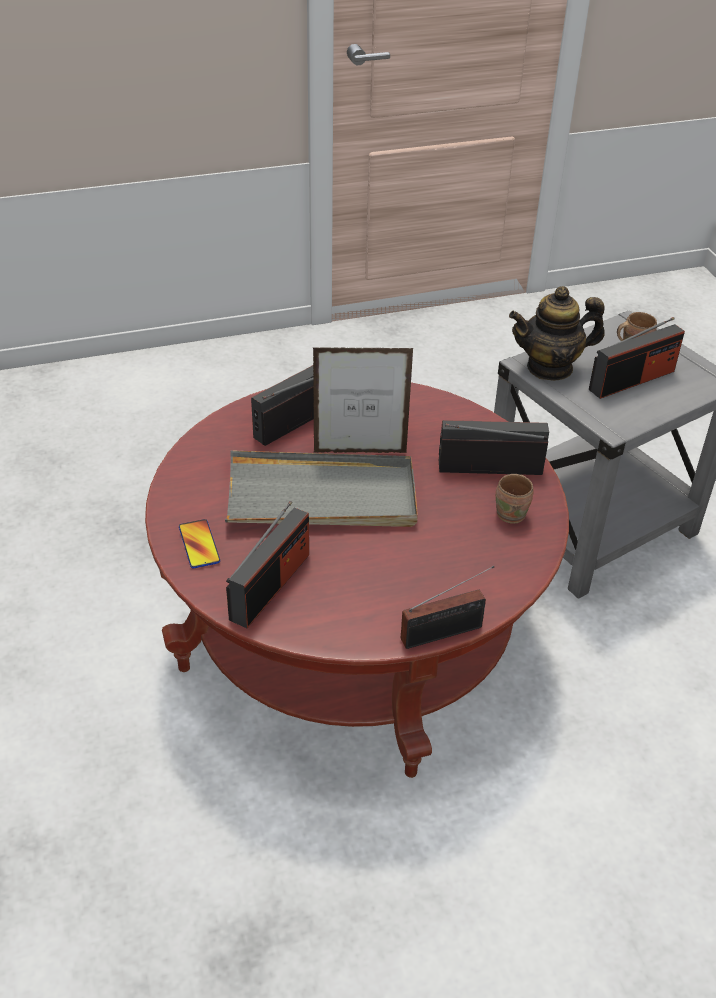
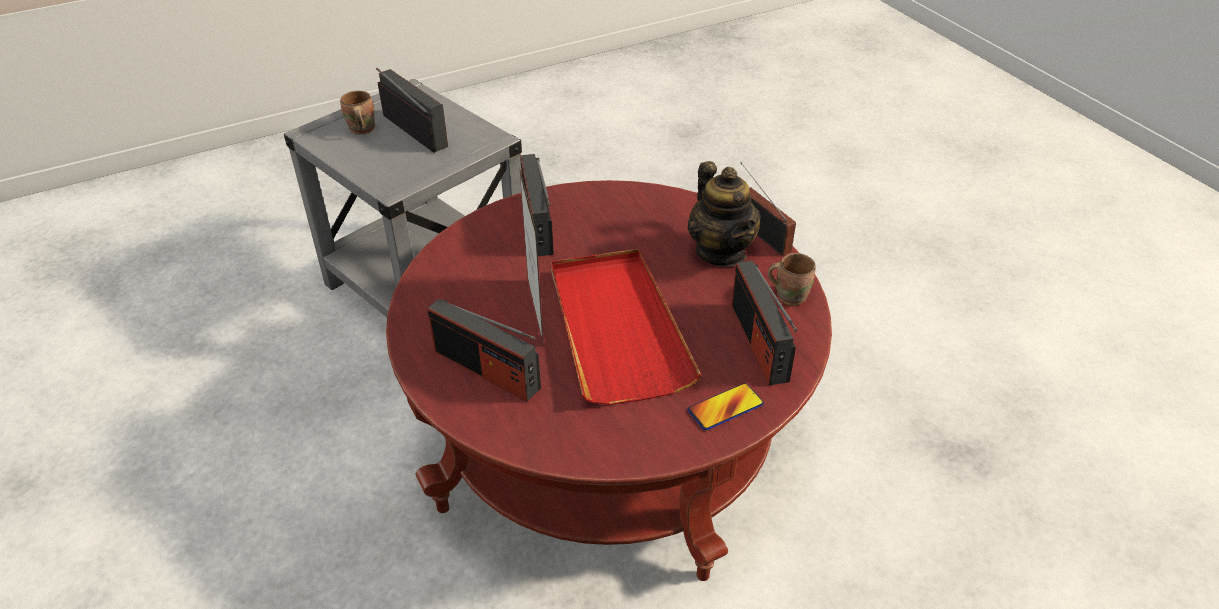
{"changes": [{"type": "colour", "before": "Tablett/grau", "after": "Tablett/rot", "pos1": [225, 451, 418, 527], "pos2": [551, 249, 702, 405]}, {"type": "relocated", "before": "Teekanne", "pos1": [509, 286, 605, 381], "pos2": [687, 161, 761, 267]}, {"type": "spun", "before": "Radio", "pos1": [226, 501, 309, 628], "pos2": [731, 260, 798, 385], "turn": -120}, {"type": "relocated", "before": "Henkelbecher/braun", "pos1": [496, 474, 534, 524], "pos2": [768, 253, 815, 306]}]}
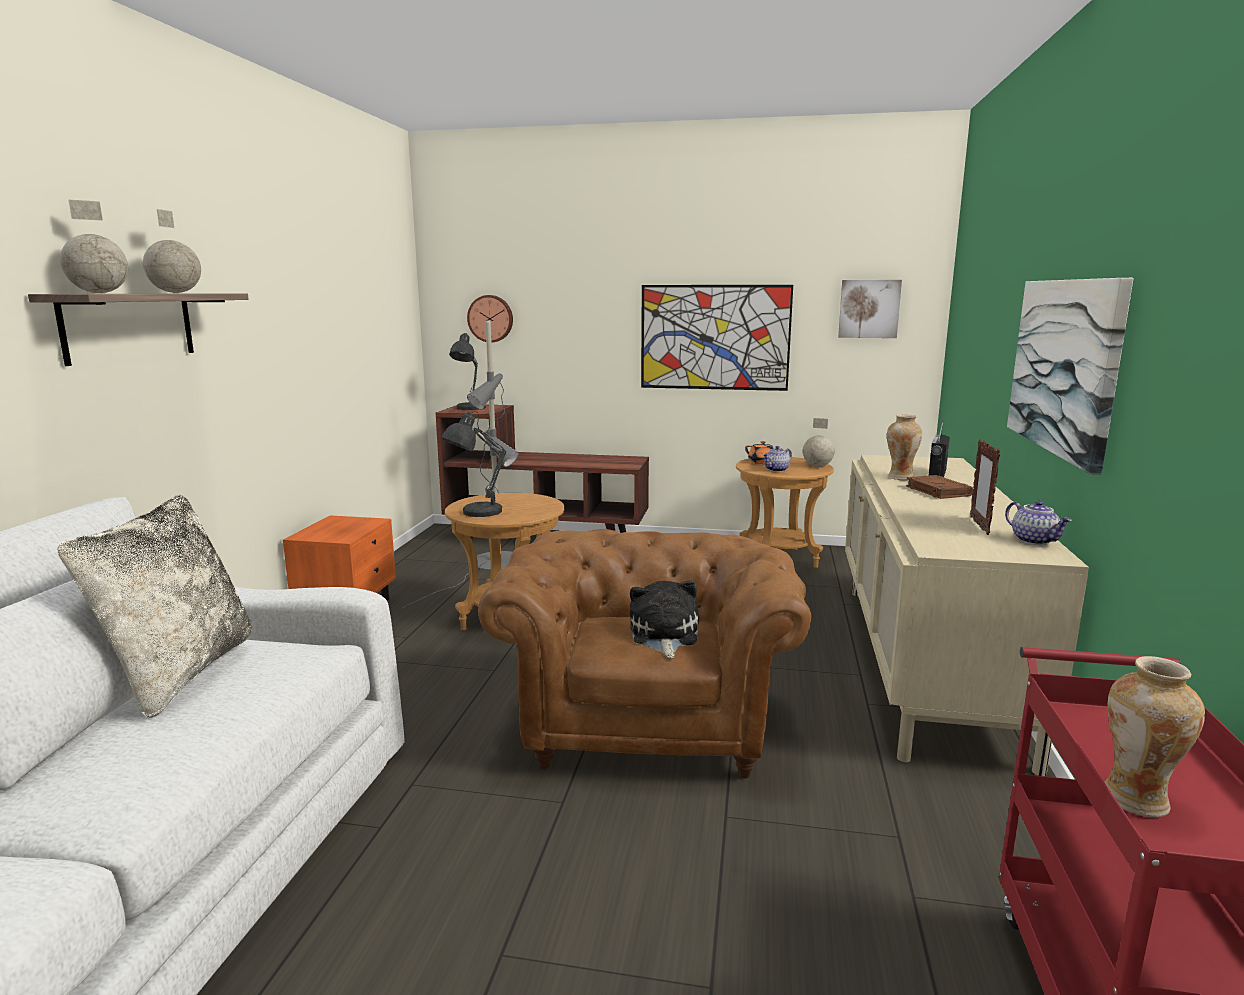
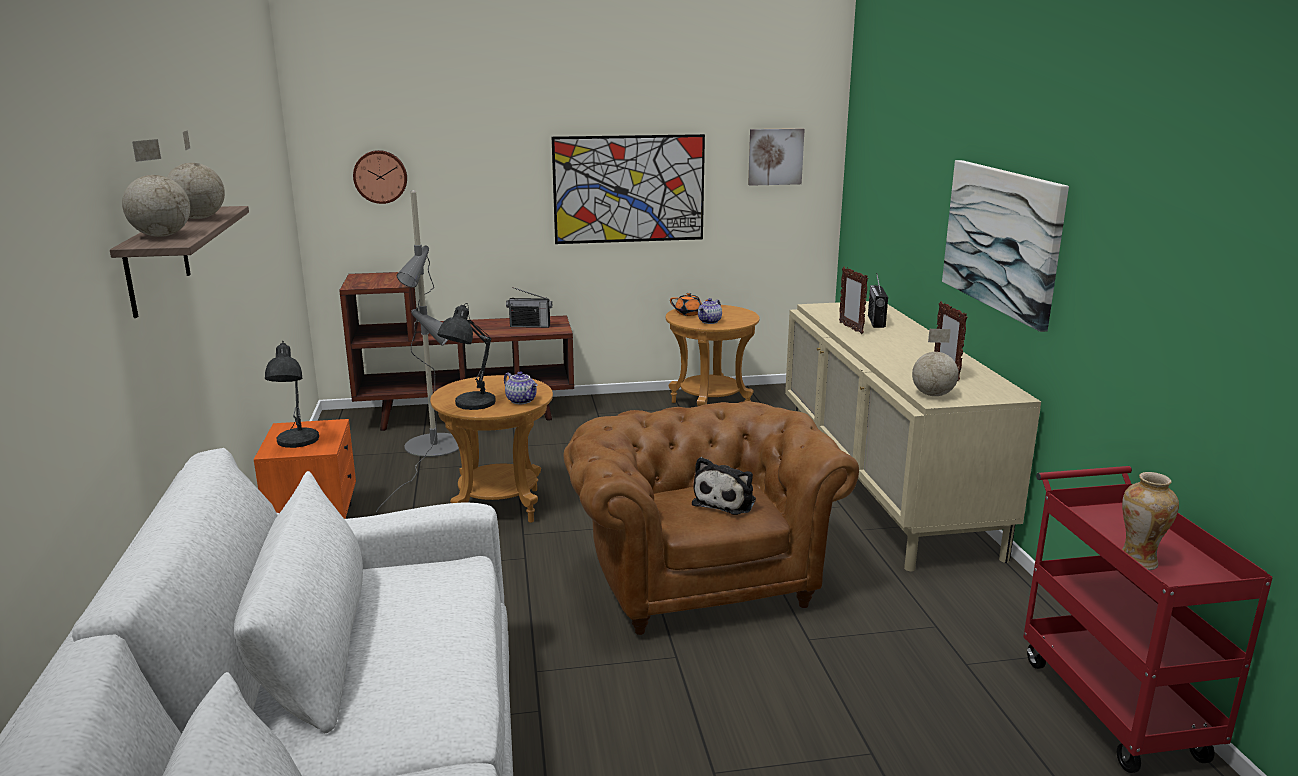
{"changes": [{"type": "relocated", "before": "Tischlampe/grau", "pos1": [449, 333, 486, 410], "pos2": [265, 341, 319, 448]}, {"type": "relocated", "before": "Teekanne", "pos1": [1005, 500, 1072, 545], "pos2": [504, 372, 538, 404]}, {"type": "appeared", "after": "Radio", "pos2": [506, 287, 552, 328]}, {"type": "spun", "before": "Plüschtier", "pos1": [630, 580, 699, 658], "pos2": [692, 457, 756, 515], "turn": -135}, {"type": "exchanged", "before": "Vase", "after": "Bilderrahmen", "pos1": [887, 414, 922, 480], "pos2": [839, 267, 868, 334]}, {"type": "relocated", "before": "Globus", "pos1": [803, 418, 835, 467], "pos2": [912, 329, 959, 396]}, {"type": "missing", "before": "Kissen/beige", "pos1": [56, 495, 252, 718]}, {"type": "missing", "before": "Buch/braun", "pos1": [906, 475, 973, 499]}]}
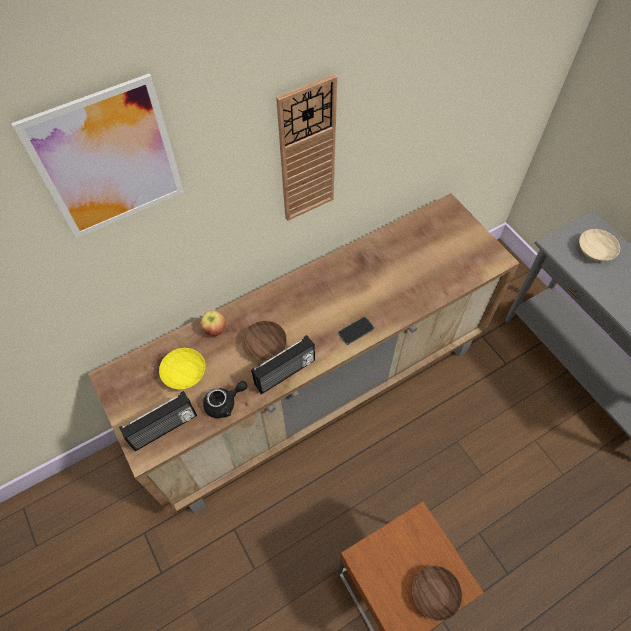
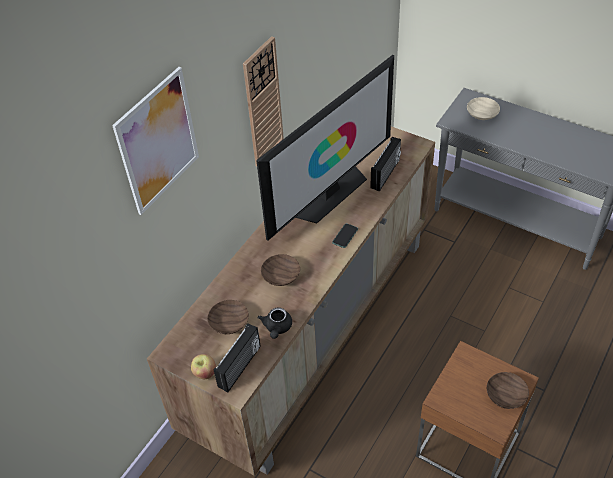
{"changes": [{"type": "relocated", "before": "Apfel", "pos1": [200, 310, 226, 336], "pos2": [191, 354, 216, 379]}, {"type": "colour", "before": "Schüssel/gelb", "after": "Schüssel/braun", "pos1": [159, 348, 205, 389], "pos2": [207, 300, 249, 334]}, {"type": "appeared", "after": "Fernseher", "pos2": [256, 55, 394, 241]}, {"type": "spun", "before": "Teekanne/schwarz", "pos1": [203, 381, 247, 418], "pos2": [257, 307, 292, 339], "turn": 150}, {"type": "relocated", "before": "Radio", "pos1": [251, 335, 315, 394], "pos2": [370, 137, 401, 192]}]}
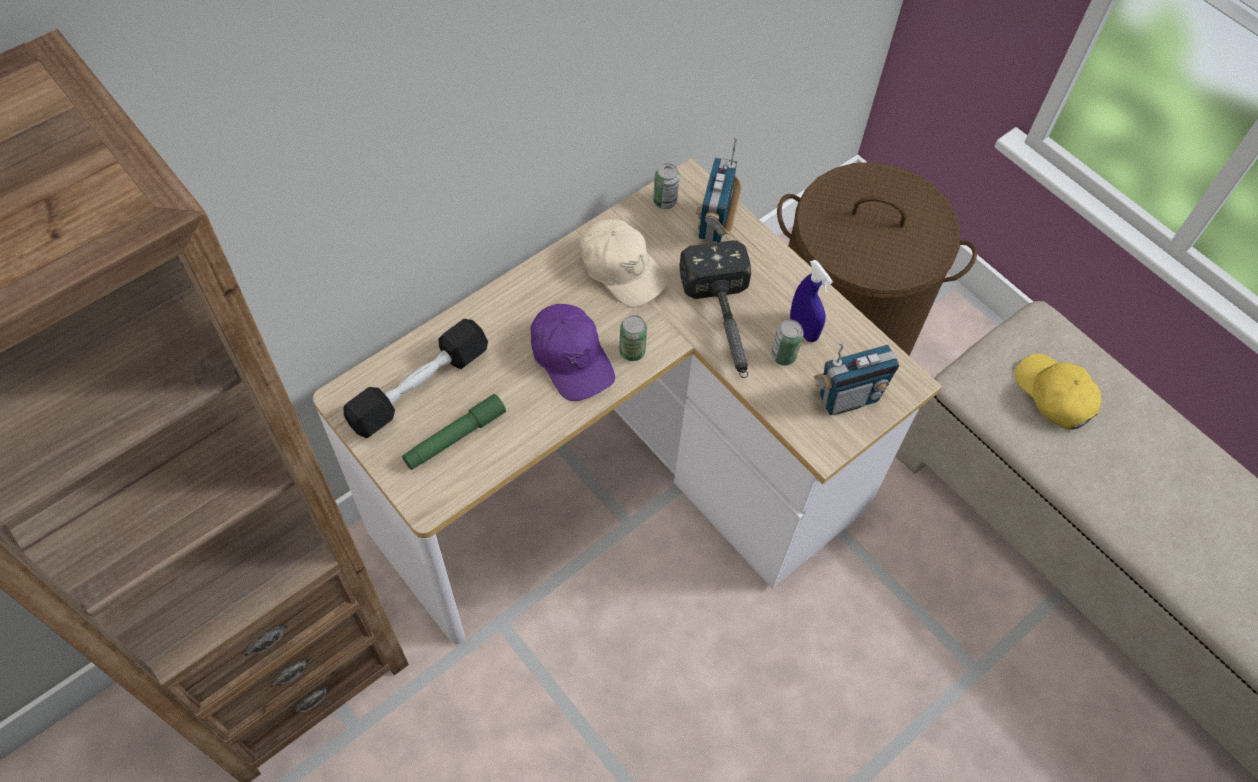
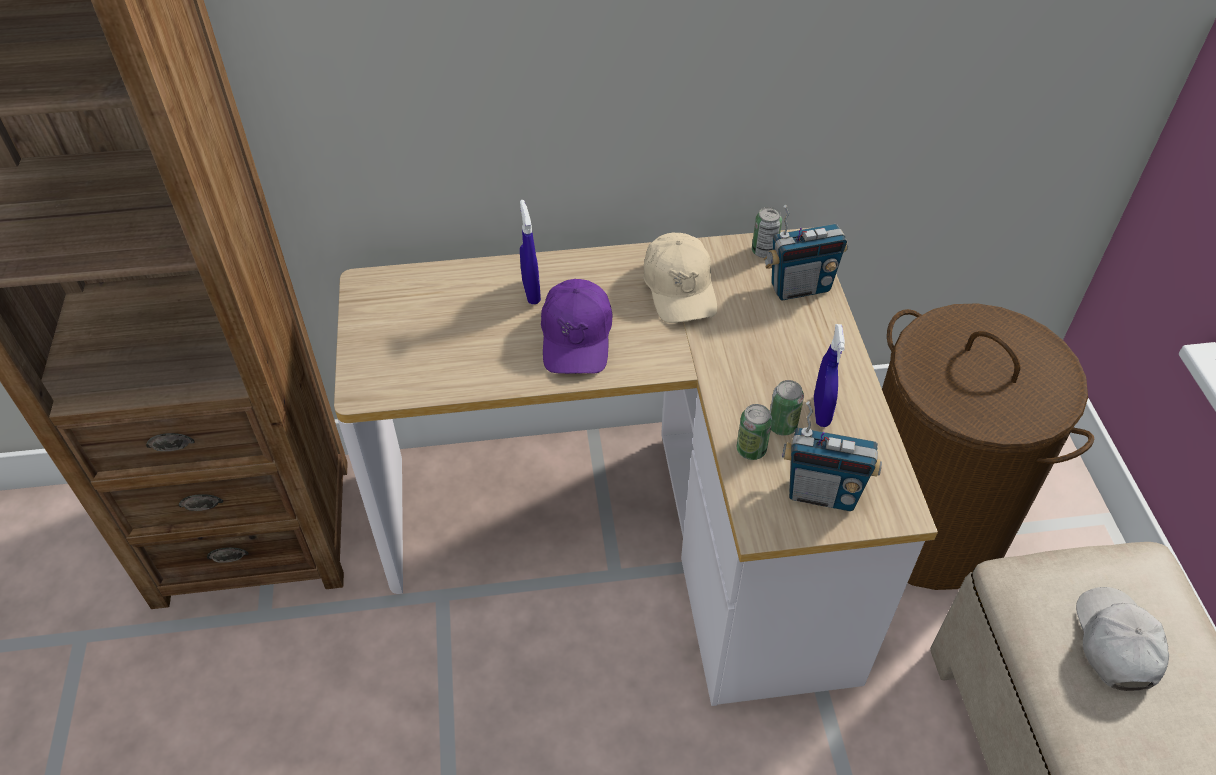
{"changes": [{"type": "appeared", "after": "Sprühflasche/blau", "pos2": [520, 200, 541, 304]}, {"type": "relocated", "before": "Dose", "pos1": [619, 315, 647, 361], "pos2": [737, 404, 772, 460]}, {"type": "spun", "before": "Radio", "pos1": [696, 137, 742, 242], "pos2": [764, 205, 848, 300], "turn": -150}, {"type": "colour", "before": "Kappe/gelb", "after": "Kappe/weiß", "pos1": [1014, 354, 1101, 430], "pos2": [1076, 587, 1169, 691]}, {"type": "missing", "before": "Hantel/schwarz", "pos1": [343, 319, 488, 438]}, {"type": "missing", "before": "Taschenlampe/grün", "pos1": [402, 394, 506, 470]}, {"type": "missing", "before": "Hammer", "pos1": [679, 240, 751, 378]}]}
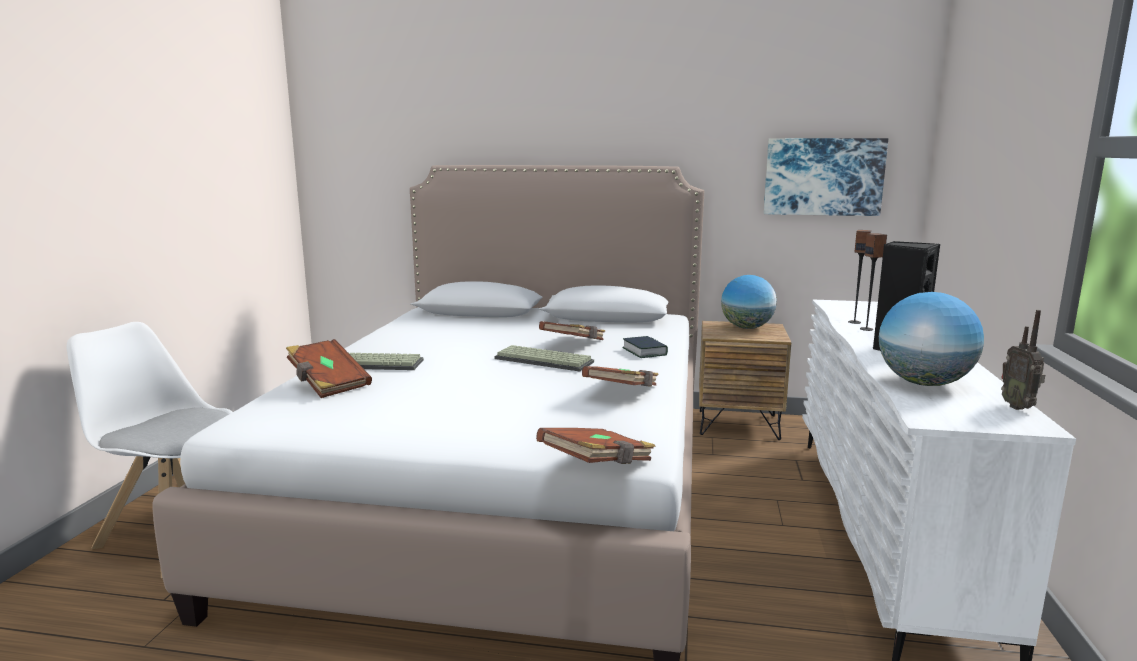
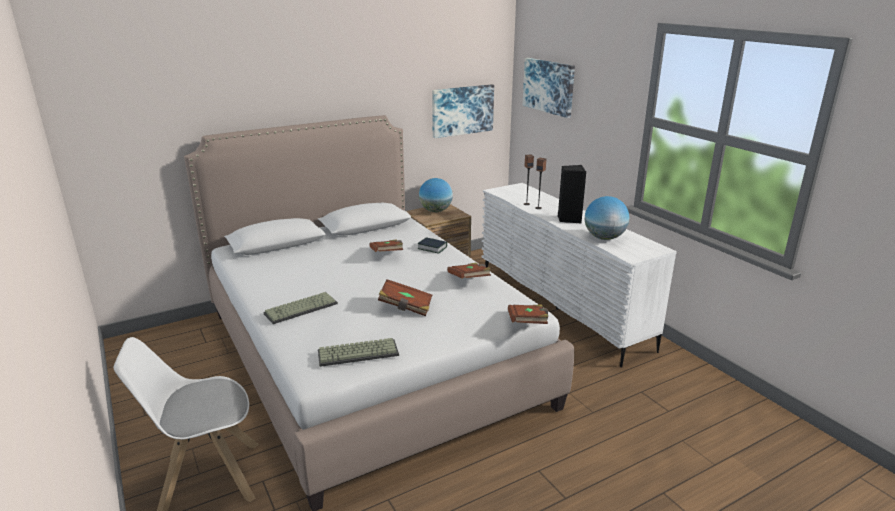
{"changes": [{"type": "relocated", "before": "Tastatur", "pos1": [494, 345, 594, 372], "pos2": [318, 338, 399, 367]}, {"type": "relocated", "before": "Buch/braun", "pos1": [286, 339, 372, 398], "pos2": [378, 279, 432, 316]}, {"type": "appeared", "after": "Bild", "pos2": [523, 58, 575, 118]}, {"type": "missing", "before": "Radio", "pos1": [1001, 310, 1045, 410]}]}
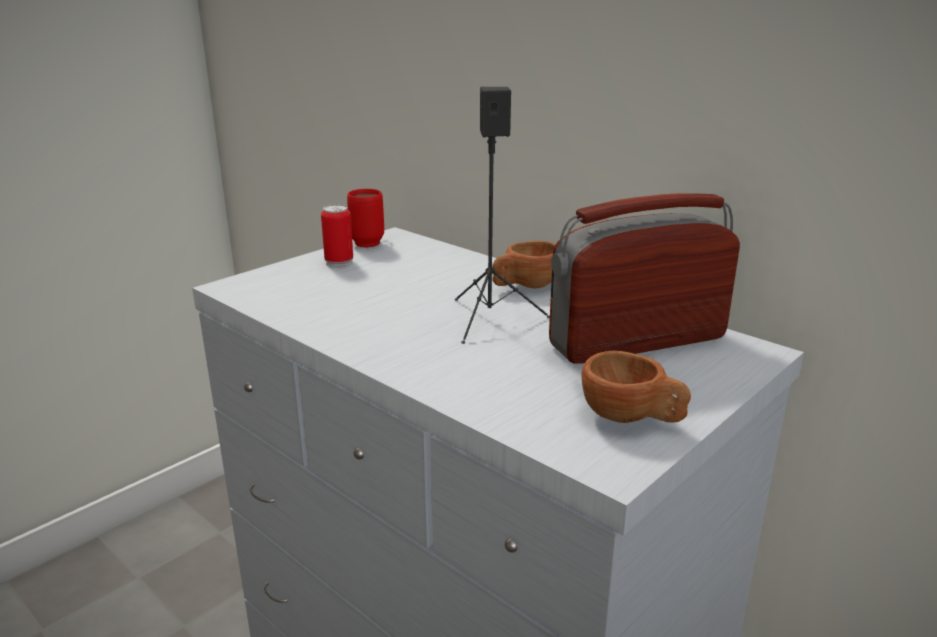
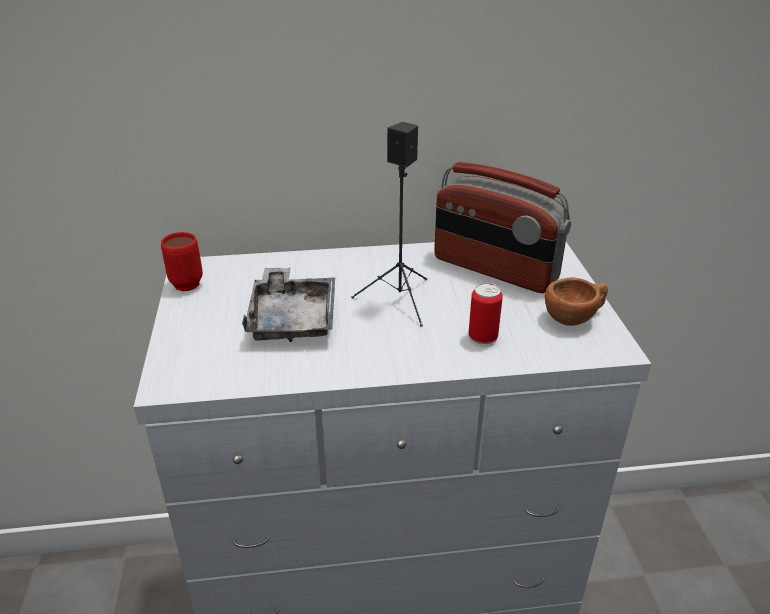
{"changes": [{"type": "appeared", "after": "Tablett/grau", "pos2": [242, 267, 335, 342]}, {"type": "spun", "before": "Radio", "pos1": [549, 193, 740, 364], "pos2": [434, 162, 571, 293], "turn": -75}, {"type": "relocated", "before": "Dose", "pos1": [321, 205, 353, 267], "pos2": [468, 283, 503, 347]}, {"type": "missing", "before": "Tasse/braun", "pos1": [492, 241, 556, 289]}]}
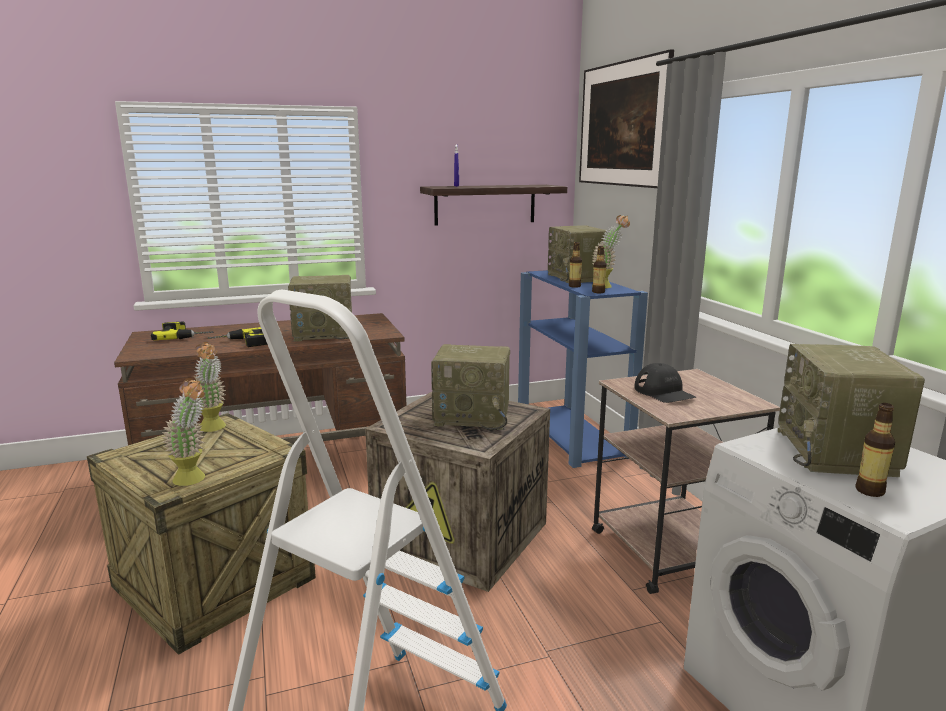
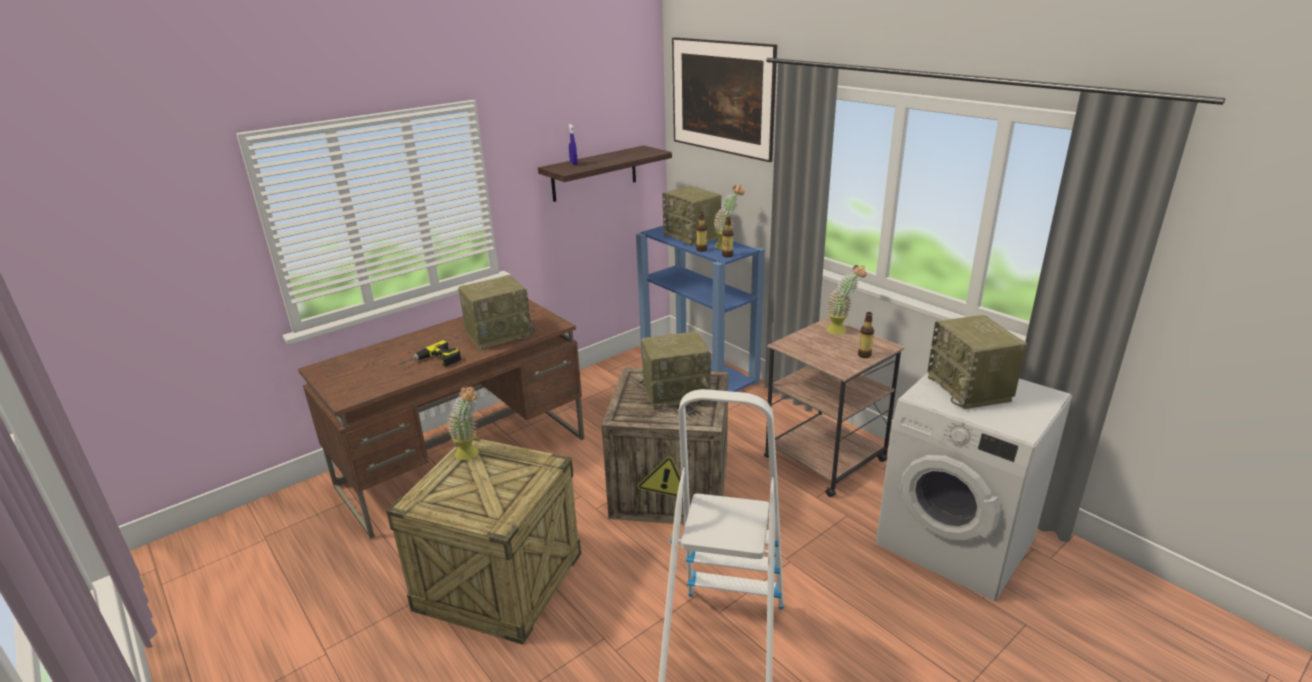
{"changes": [{"type": "relocated", "before": "Topfpflanze", "pos1": [161, 378, 205, 486], "pos2": [826, 265, 867, 335]}, {"type": "relocated", "before": "Flasche", "pos1": [855, 403, 895, 497], "pos2": [858, 312, 874, 358]}, {"type": "missing", "before": "Bohrmaschine", "pos1": [151, 321, 213, 341]}, {"type": "missing", "before": "Kappe/schwarz", "pos1": [634, 363, 696, 403]}]}
